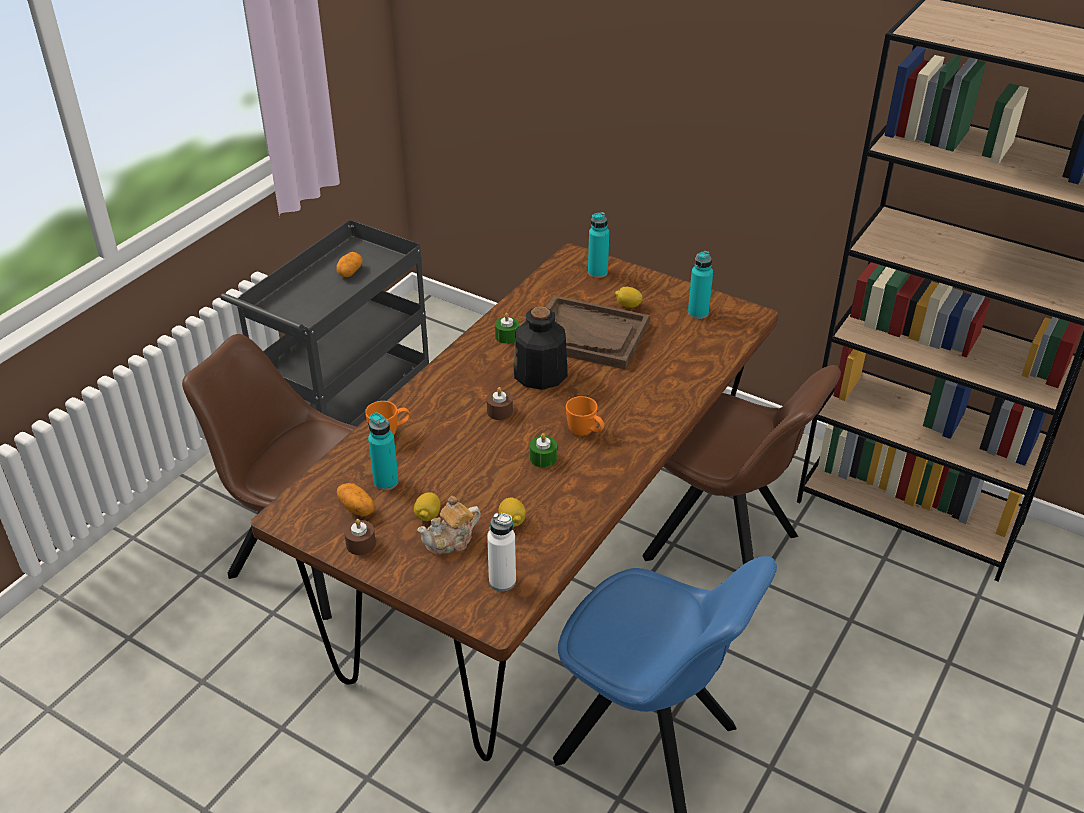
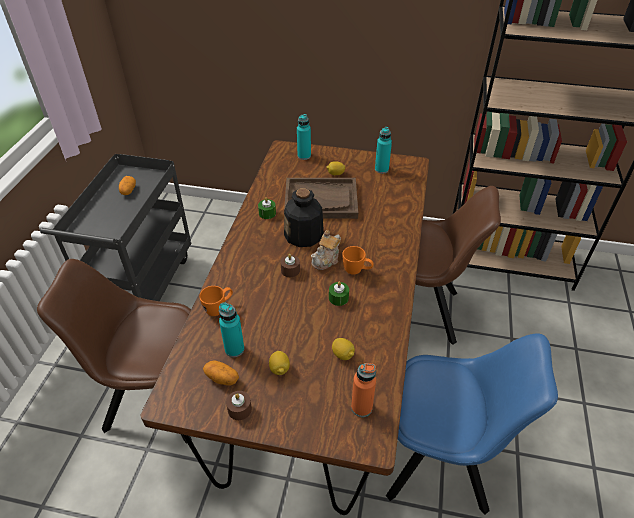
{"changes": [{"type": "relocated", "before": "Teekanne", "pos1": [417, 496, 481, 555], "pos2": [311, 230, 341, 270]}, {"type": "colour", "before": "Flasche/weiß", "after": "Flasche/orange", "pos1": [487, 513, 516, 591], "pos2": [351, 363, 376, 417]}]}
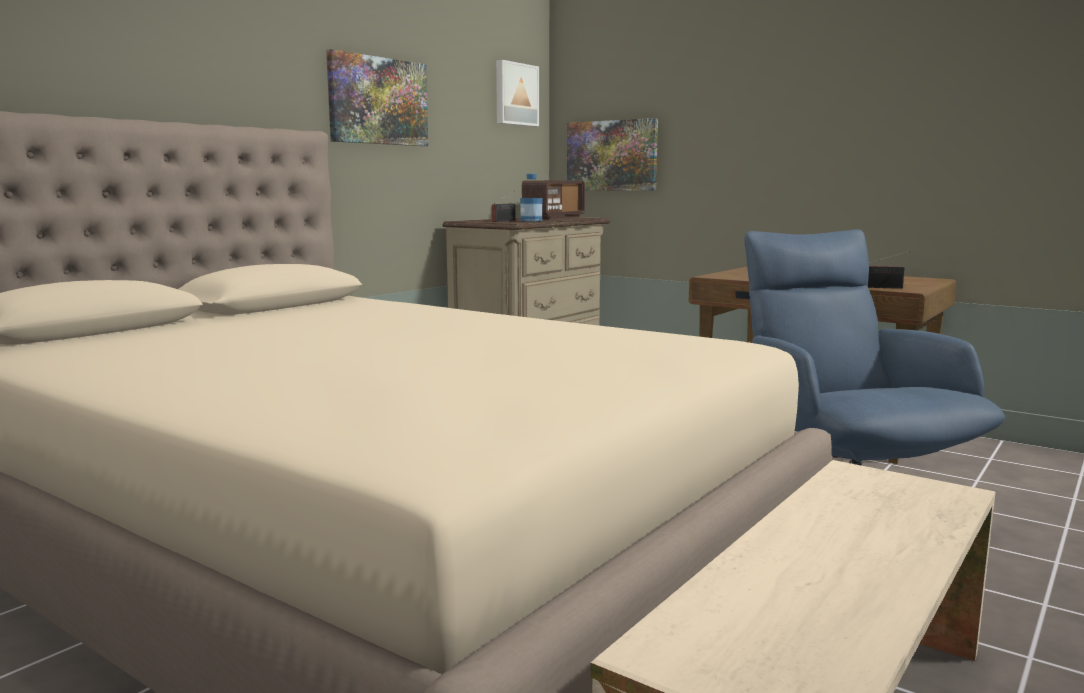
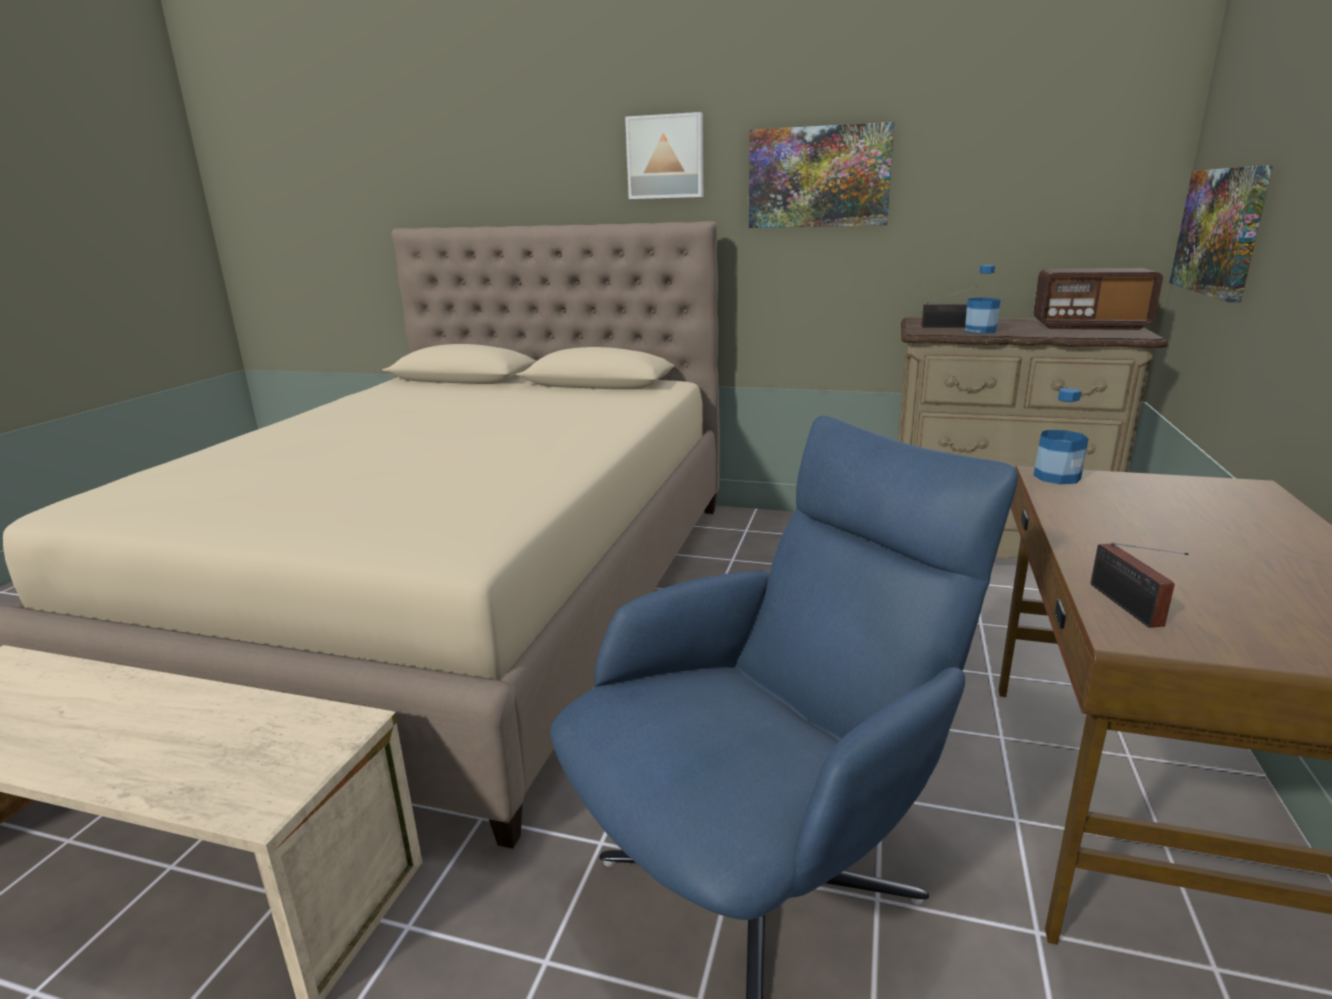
{"changes": [{"type": "relocated", "before": "Bild", "pos1": [496, 60, 539, 127], "pos2": [625, 112, 703, 199]}, {"type": "appeared", "after": "Flasche", "pos2": [1033, 388, 1089, 484]}]}
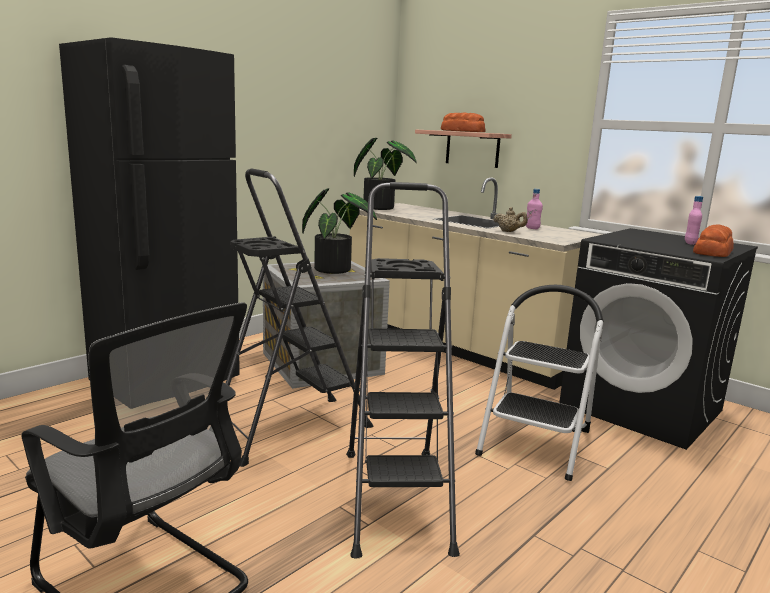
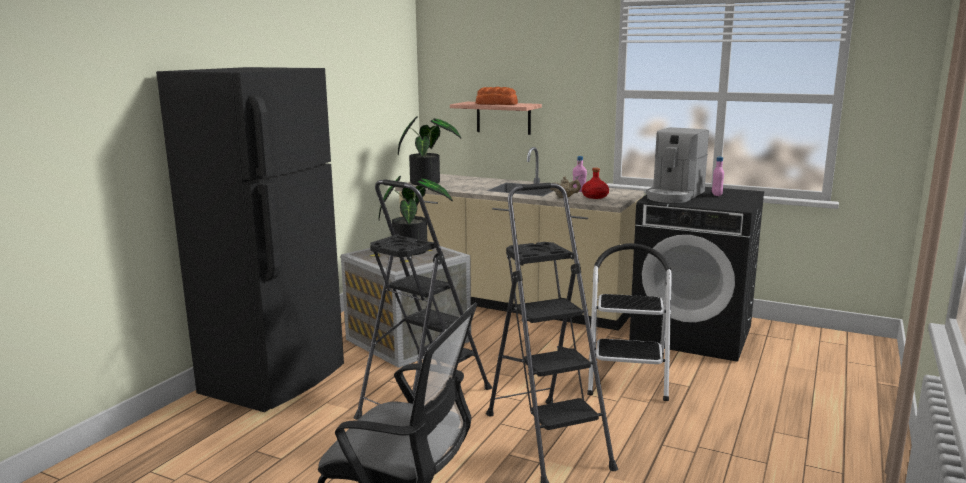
{"changes": [{"type": "appeared", "after": "Flasche/rot", "pos2": [582, 168, 609, 199]}, {"type": "appeared", "after": "Kaffeemaschine", "pos2": [646, 127, 709, 203]}, {"type": "missing", "before": "Brot", "pos1": [693, 225, 734, 257]}]}
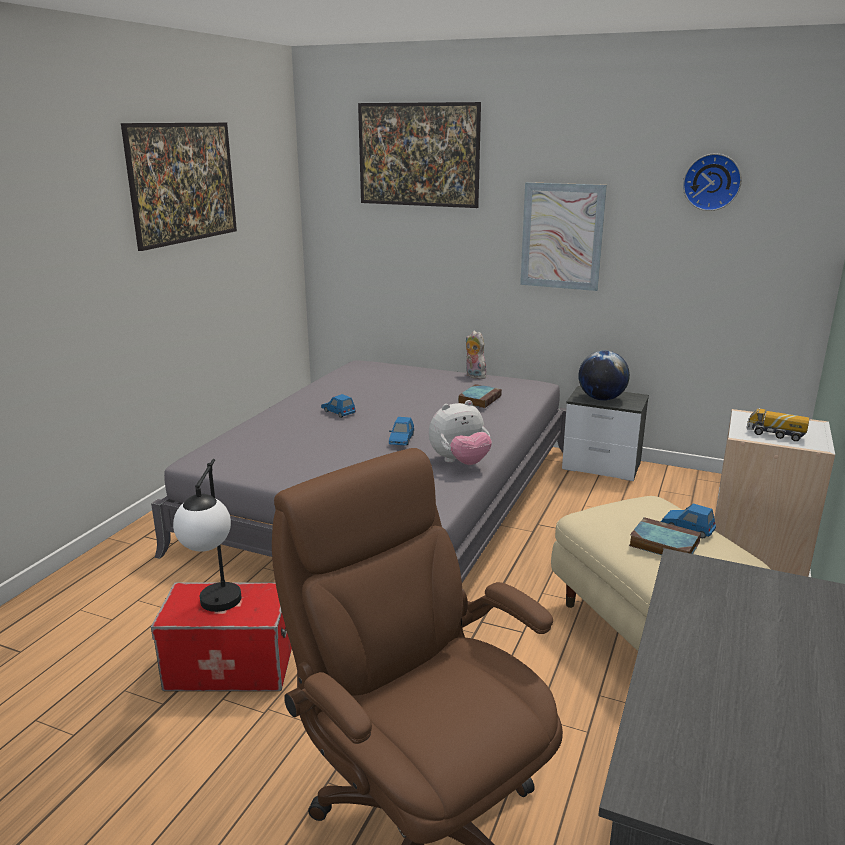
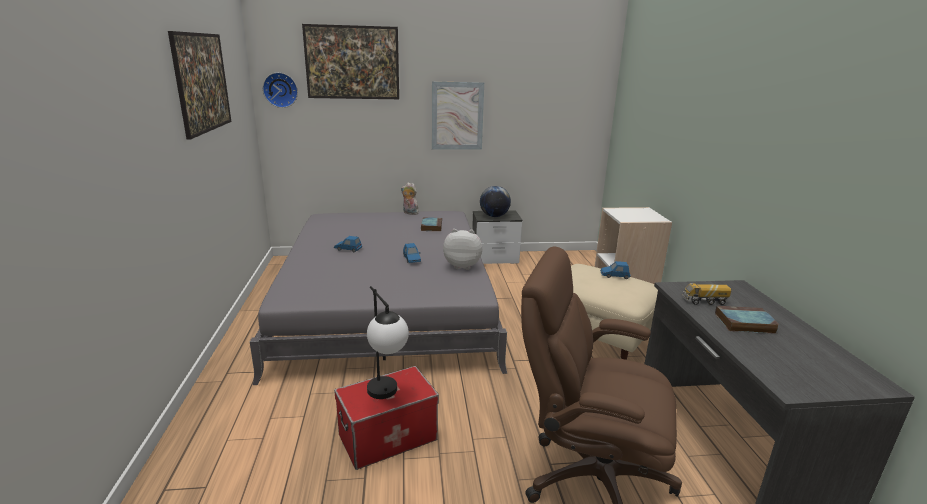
{"changes": [{"type": "relocated", "before": "Wanduhr", "pos1": [683, 153, 742, 211], "pos2": [263, 72, 298, 108]}, {"type": "spun", "before": "Plüschtier", "pos1": [429, 400, 492, 465], "pos2": [443, 229, 482, 270], "turn": -120}, {"type": "relocated", "before": "Spielzeuglaster", "pos1": [746, 408, 810, 441], "pos2": [682, 283, 731, 305]}, {"type": "relocated", "before": "Buch", "pos1": [629, 517, 701, 555], "pos2": [715, 306, 780, 334]}]}
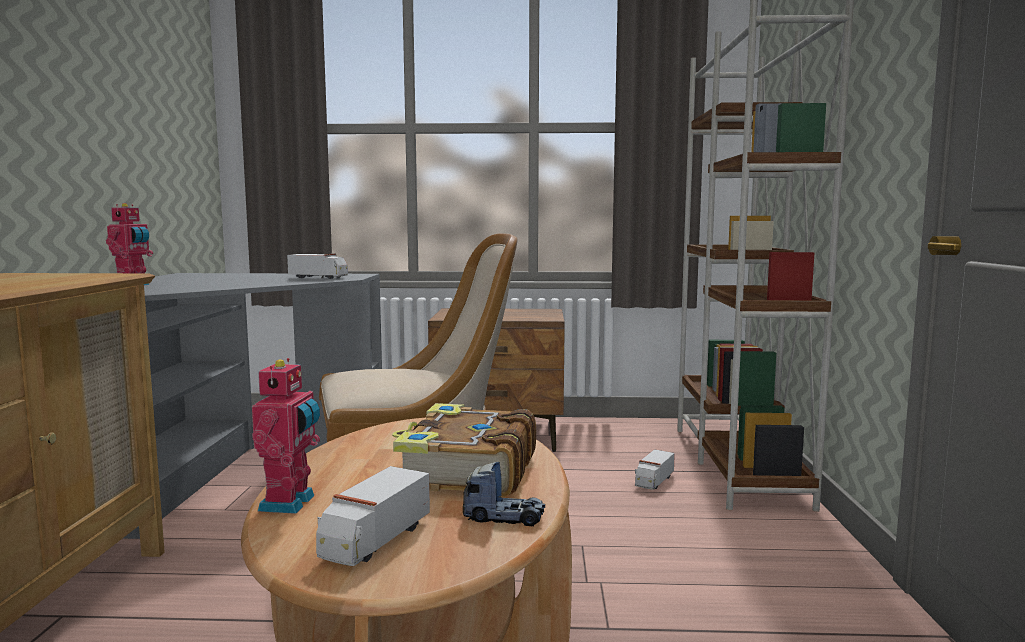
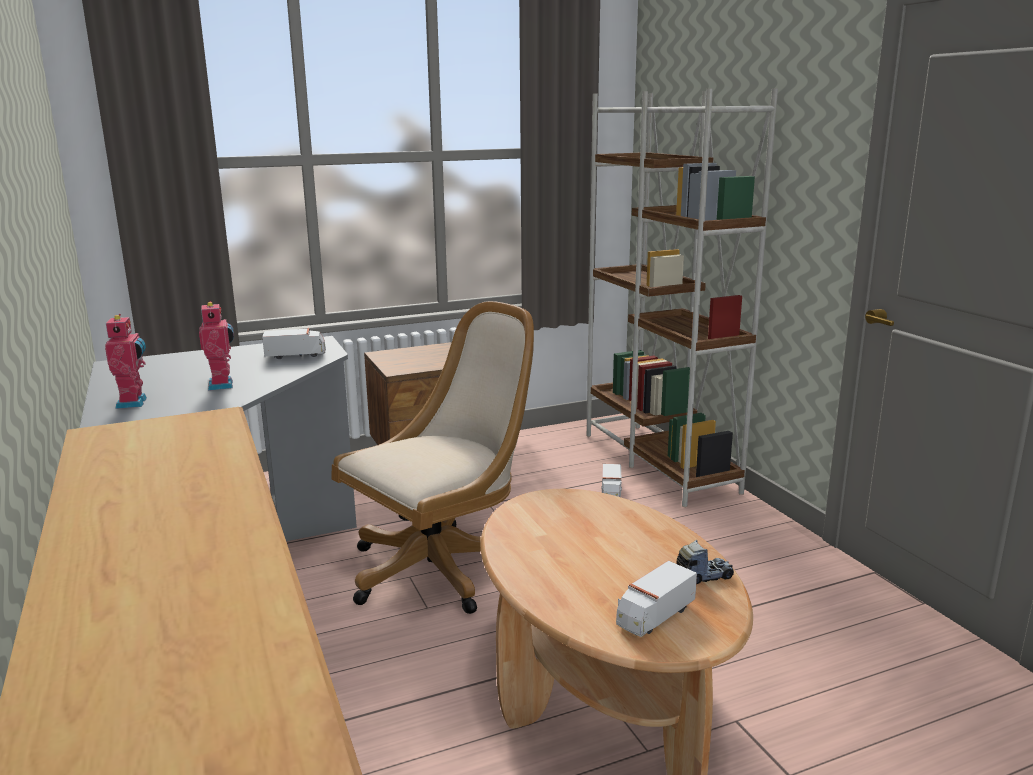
{"changes": [{"type": "relocated", "before": "Spielzeugroboter", "pos1": [252, 358, 320, 514], "pos2": [199, 301, 234, 391]}, {"type": "spun", "before": "Spielzeuglaster", "pos1": [316, 466, 430, 566], "pos2": [616, 560, 697, 637], "turn": 45}, {"type": "missing", "before": "Buch", "pos1": [392, 403, 536, 497]}]}
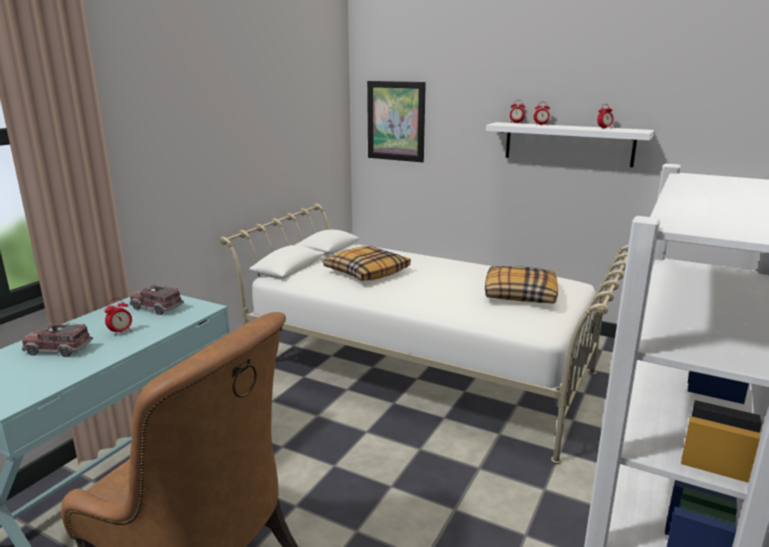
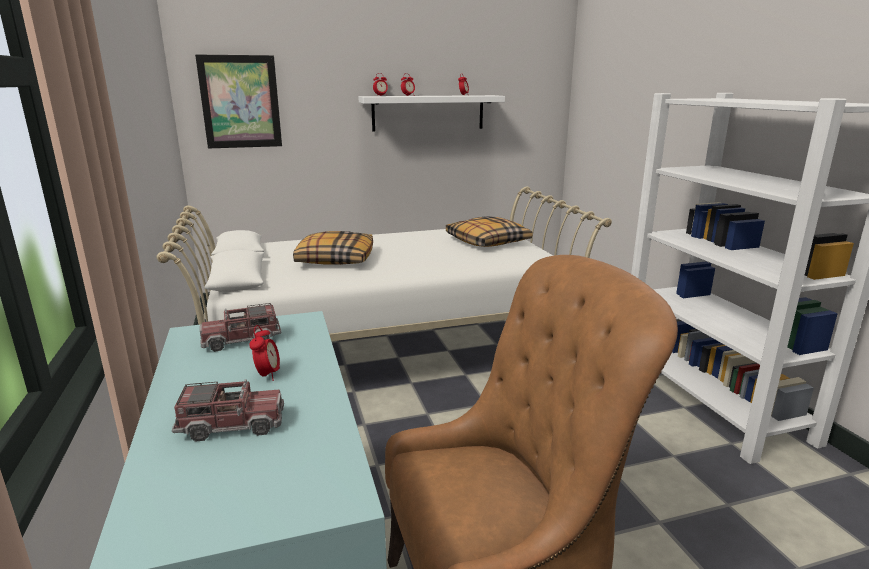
{"changes": [{"type": "spun", "before": "Spielzeuglaster", "pos1": [22, 323, 93, 357], "pos2": [172, 379, 284, 442], "turn": -150}]}
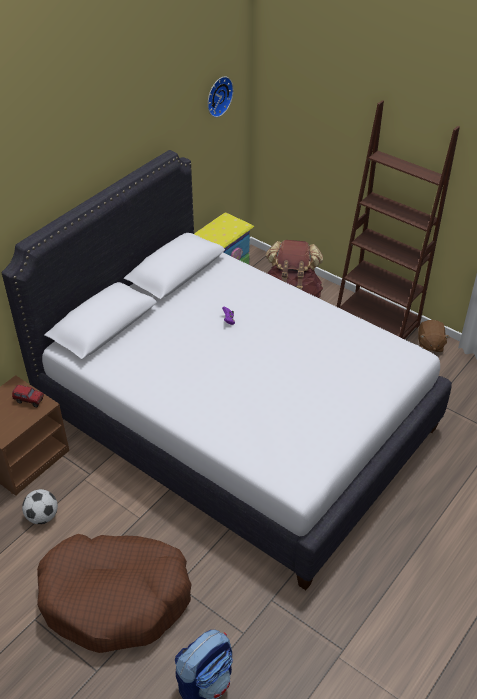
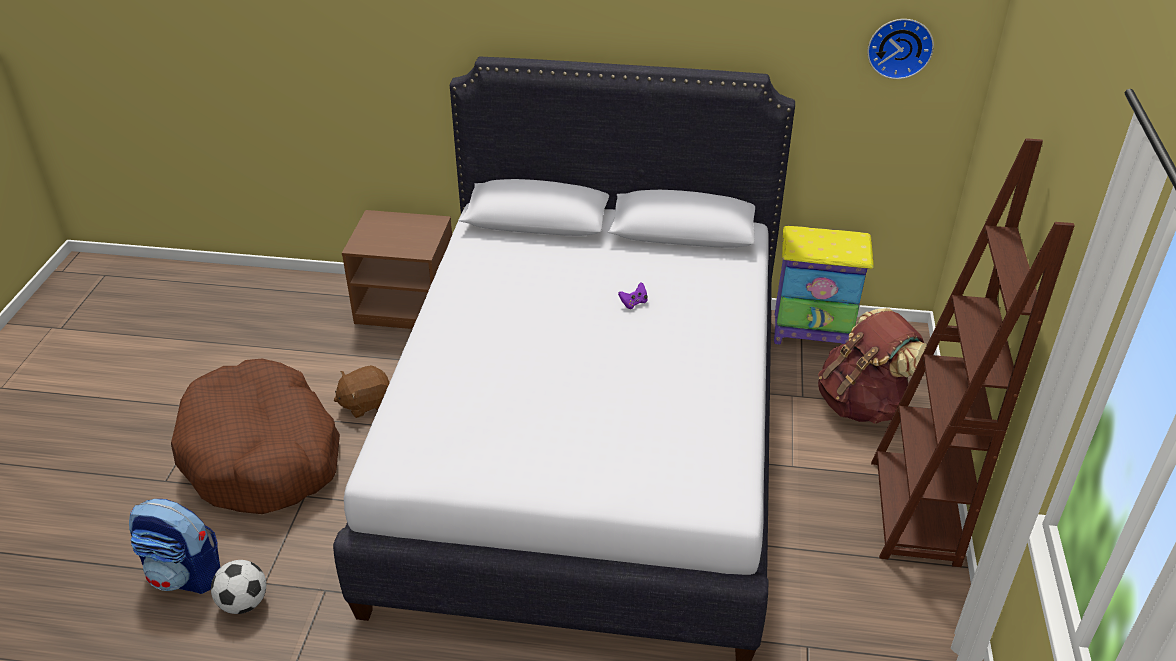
{"changes": [{"type": "relocated", "before": "Fußball", "pos1": [22, 489, 58, 524], "pos2": [211, 560, 266, 614]}, {"type": "relocated", "before": "Plüschtier/braun", "pos1": [418, 320, 450, 352], "pos2": [334, 365, 390, 418]}, {"type": "missing", "before": "Spielzeuglaster", "pos1": [12, 385, 44, 407]}]}
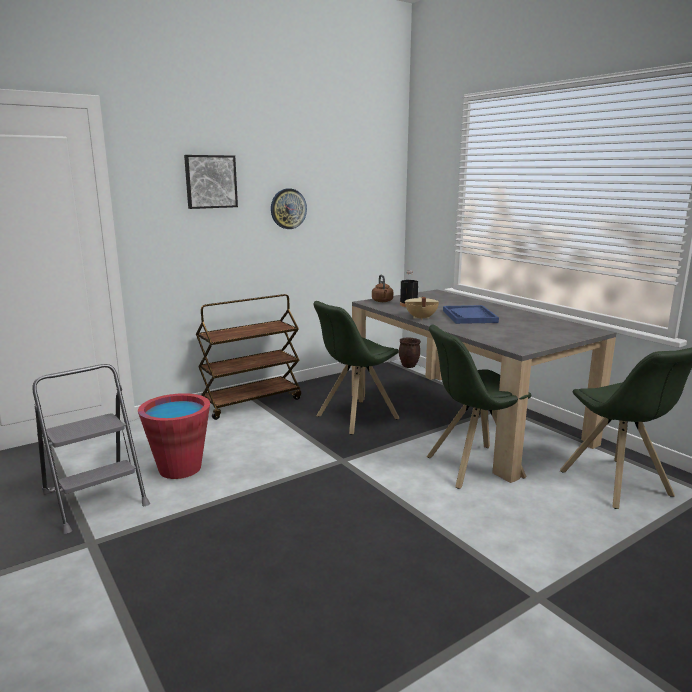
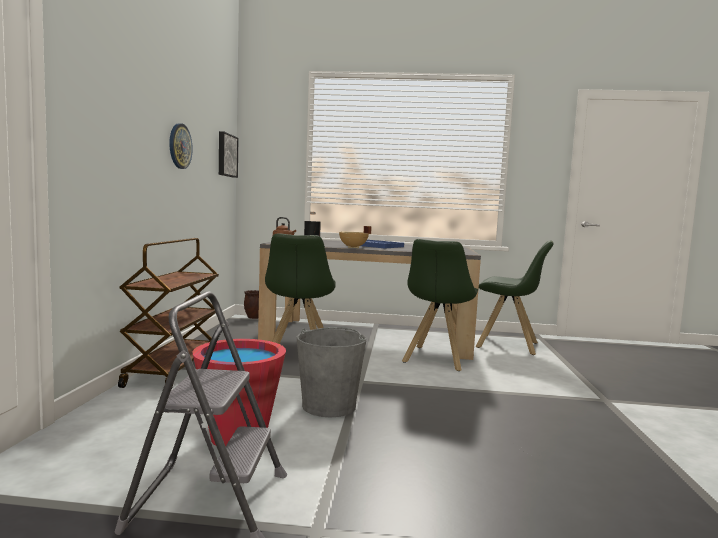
{"changes": [{"type": "relocated", "before": "Bild", "pos1": [184, 155, 238, 209], "pos2": [219, 131, 239, 178]}, {"type": "appeared", "after": "Eimer/grau", "pos2": [297, 327, 367, 417]}]}
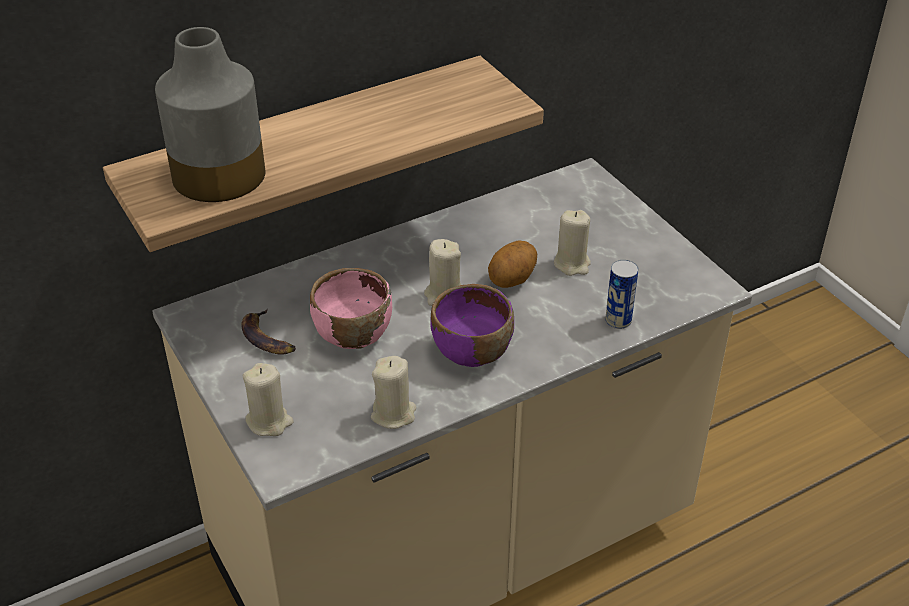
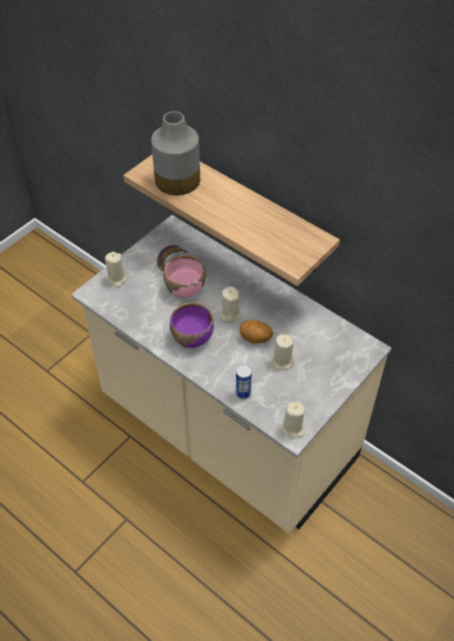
{"changes": [{"type": "relocated", "before": "Kerze/beige", "pos1": [371, 356, 417, 429], "pos2": [282, 401, 305, 439]}]}
